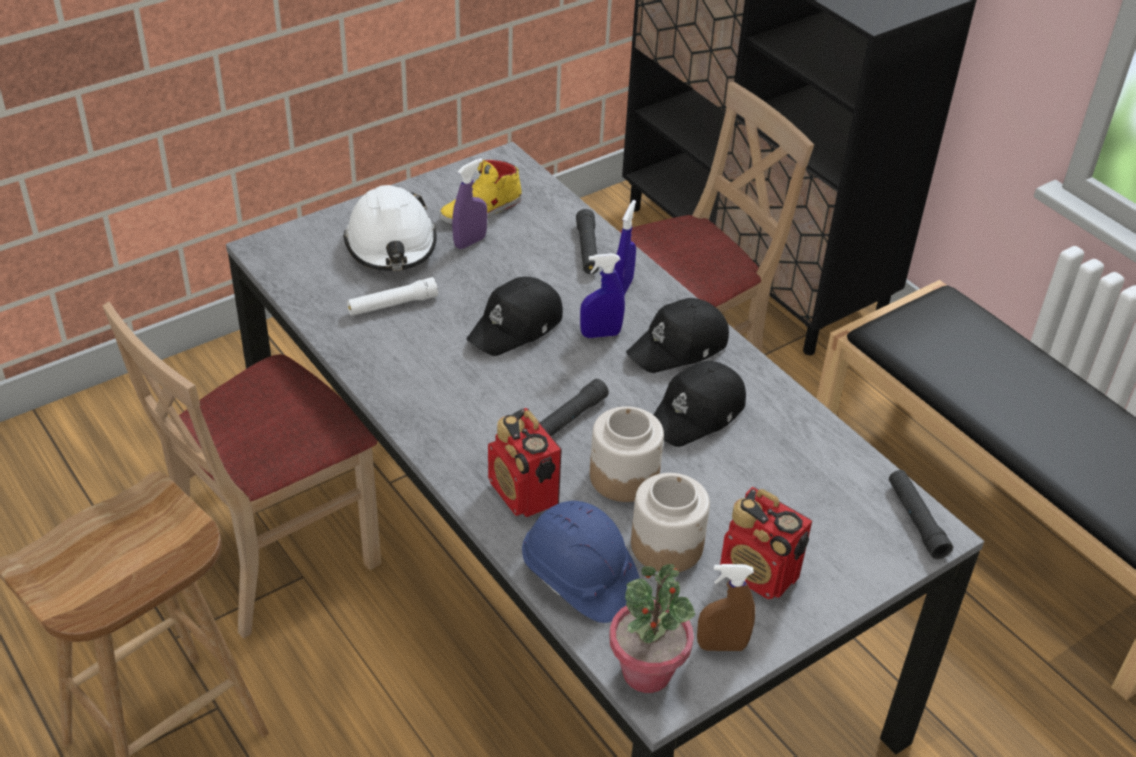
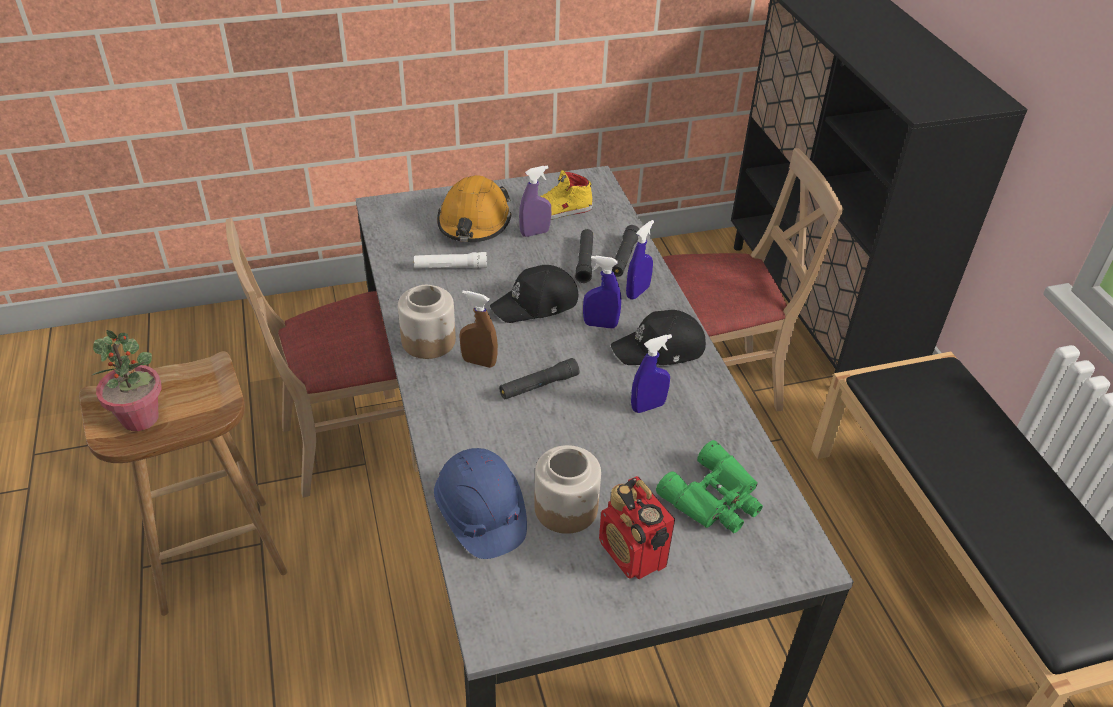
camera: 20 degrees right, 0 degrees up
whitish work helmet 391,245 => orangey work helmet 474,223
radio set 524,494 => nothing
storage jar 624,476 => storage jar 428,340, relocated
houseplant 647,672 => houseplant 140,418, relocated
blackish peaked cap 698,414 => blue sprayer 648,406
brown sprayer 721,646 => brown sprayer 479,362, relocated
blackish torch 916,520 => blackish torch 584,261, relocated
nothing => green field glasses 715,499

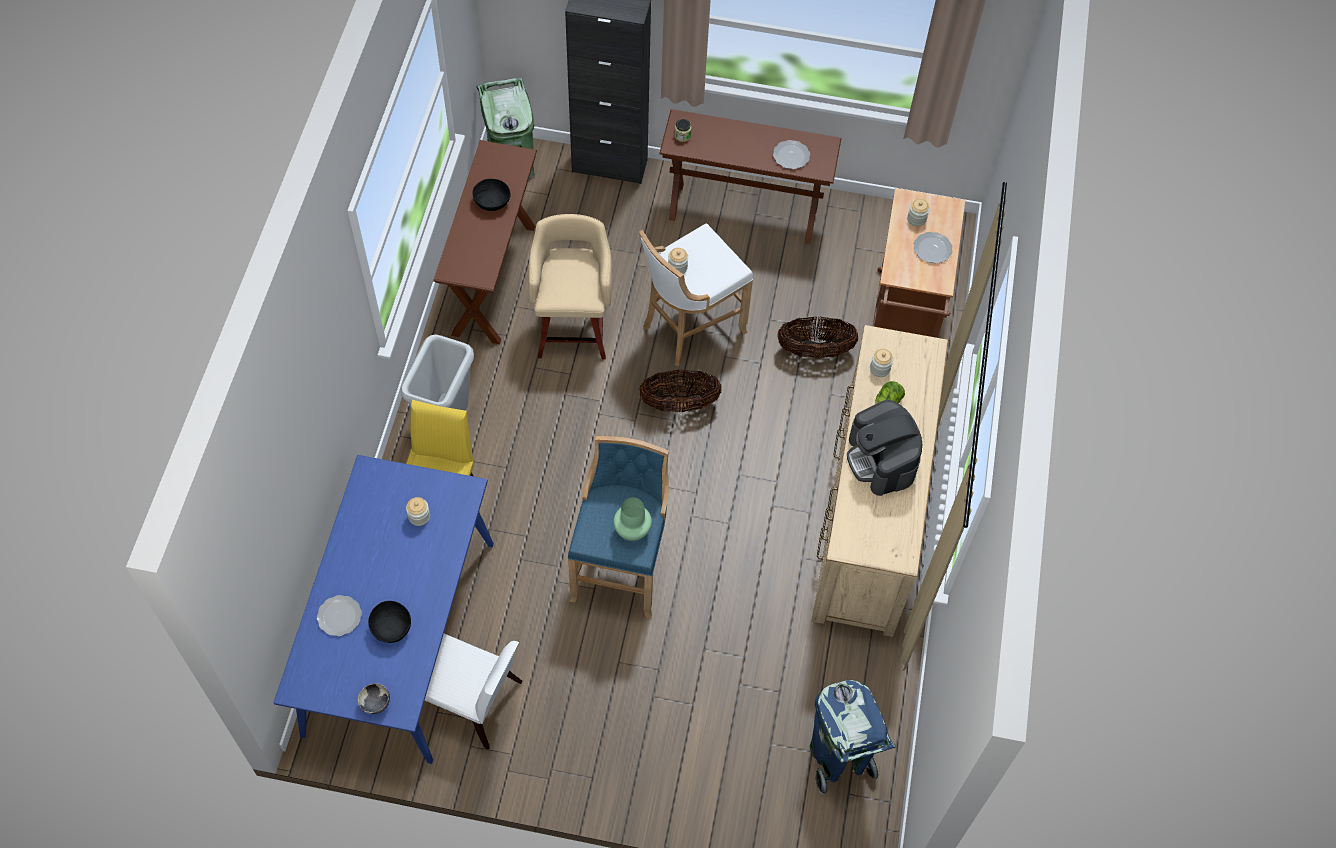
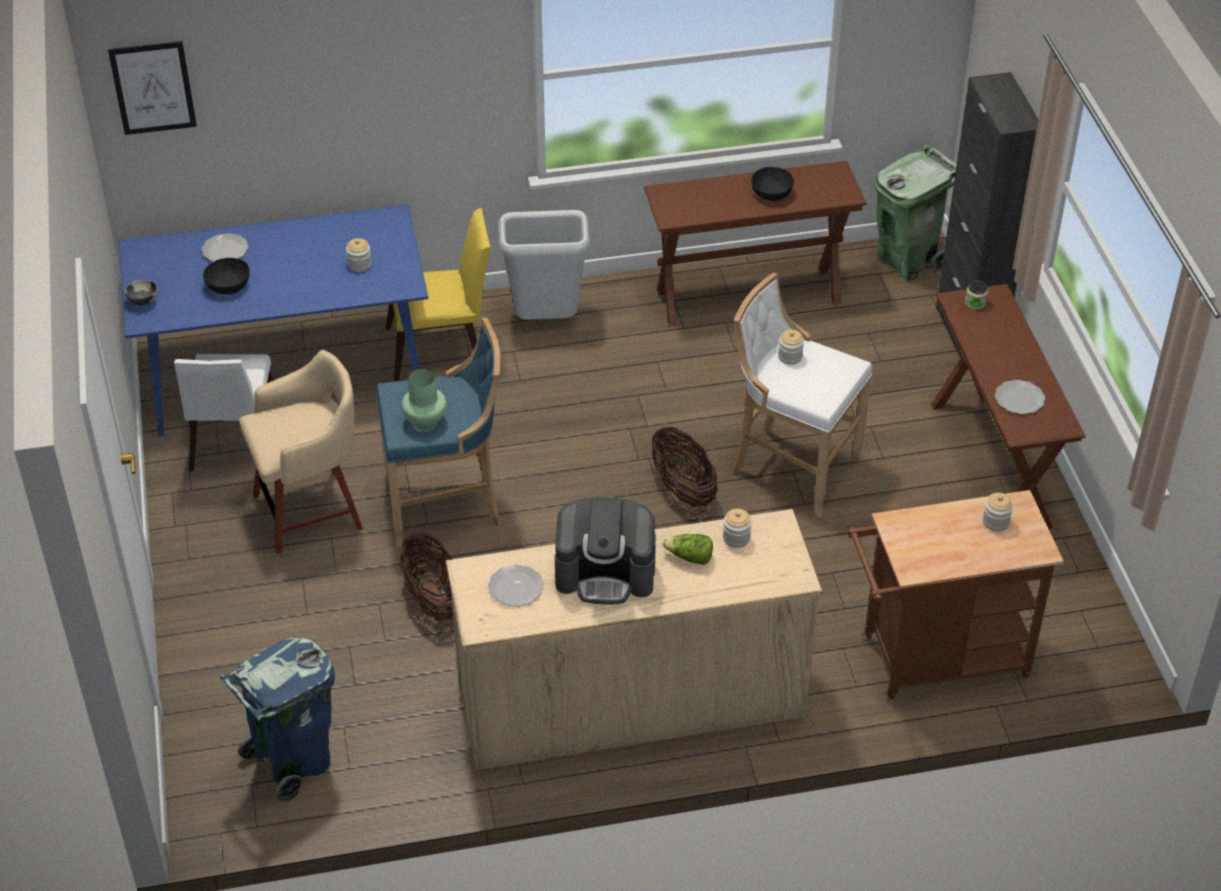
camera: 70 degrees right, 15 degrees down
beige-coloured stool seat 573,327 => beige-coloured stool seat 312,511, relocated
storage basket 814,350 => storage basket 433,598, relocated
coffee maker 881,460 => coffee maker 606,573, 135 degrees counterclockwise
plate 932,248 => plate 516,587, relocated
nothing => wall picture 153,87

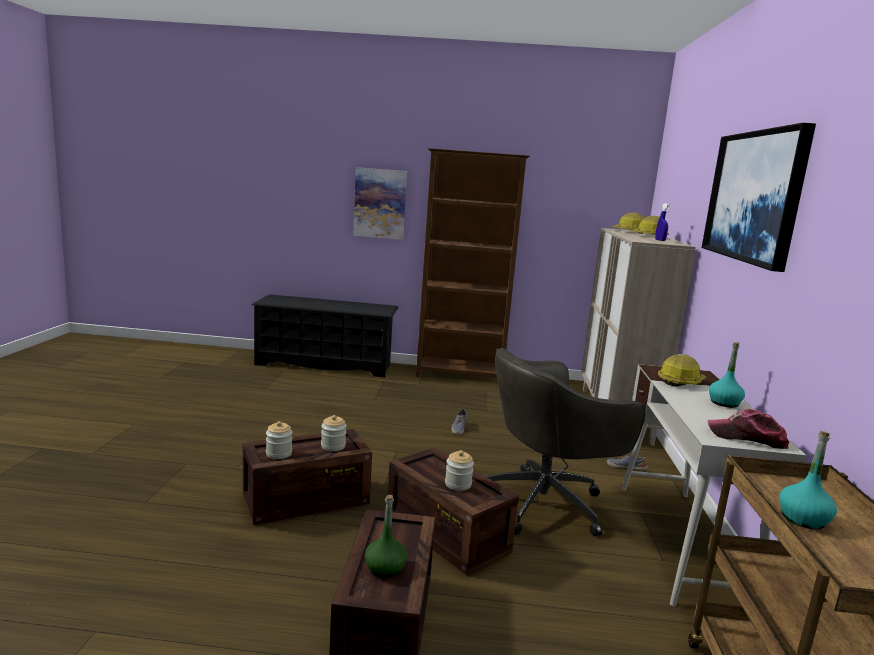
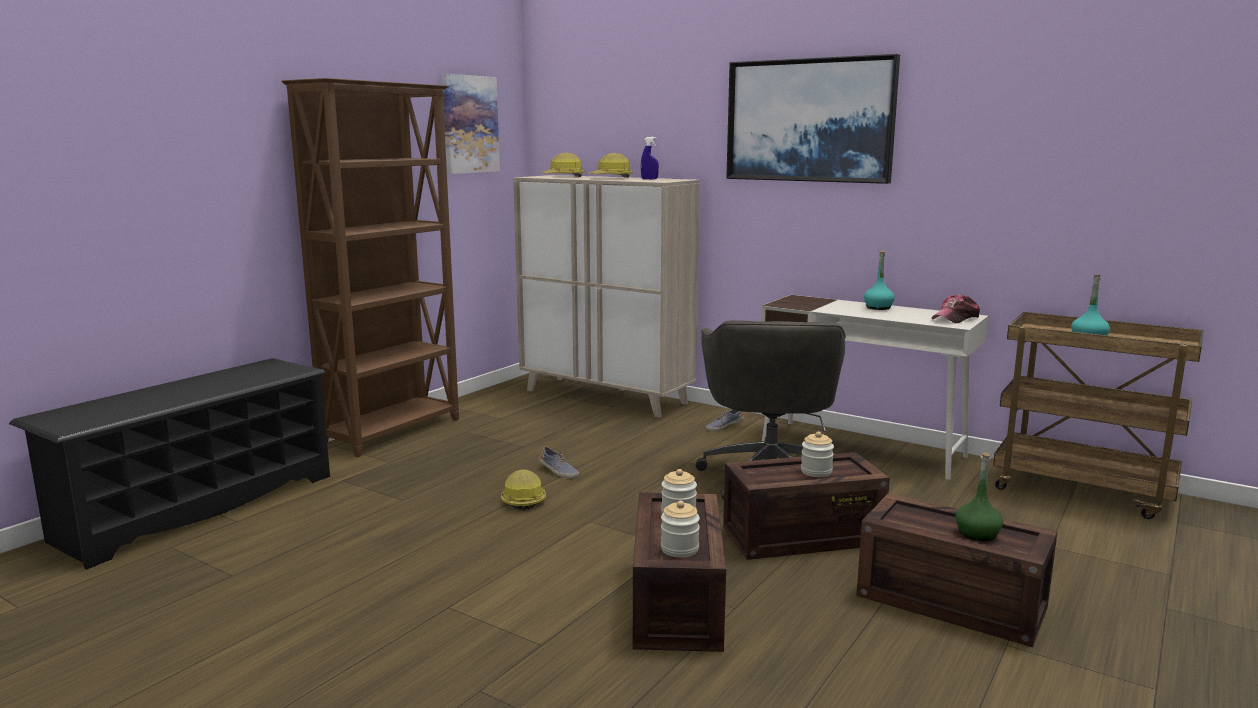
camera: 60 degrees left, 0 degrees up
wall picture 380,203 => wall picture 470,124, relocated
work helmet 680,381 => work helmet 523,500, relocated

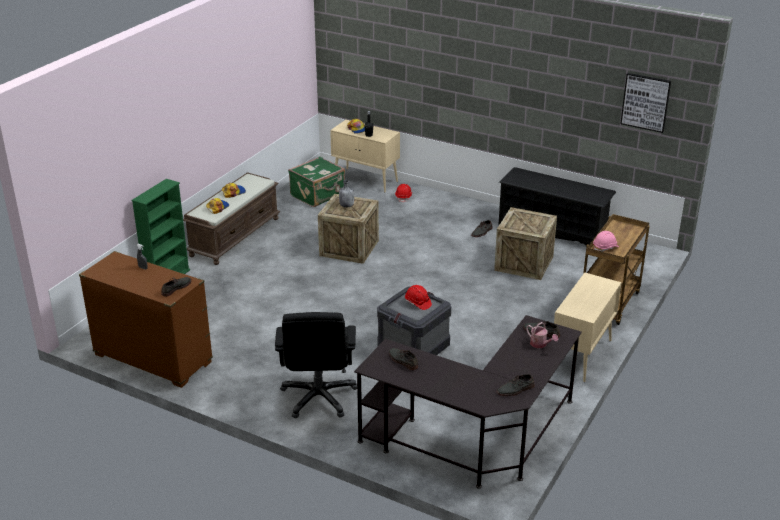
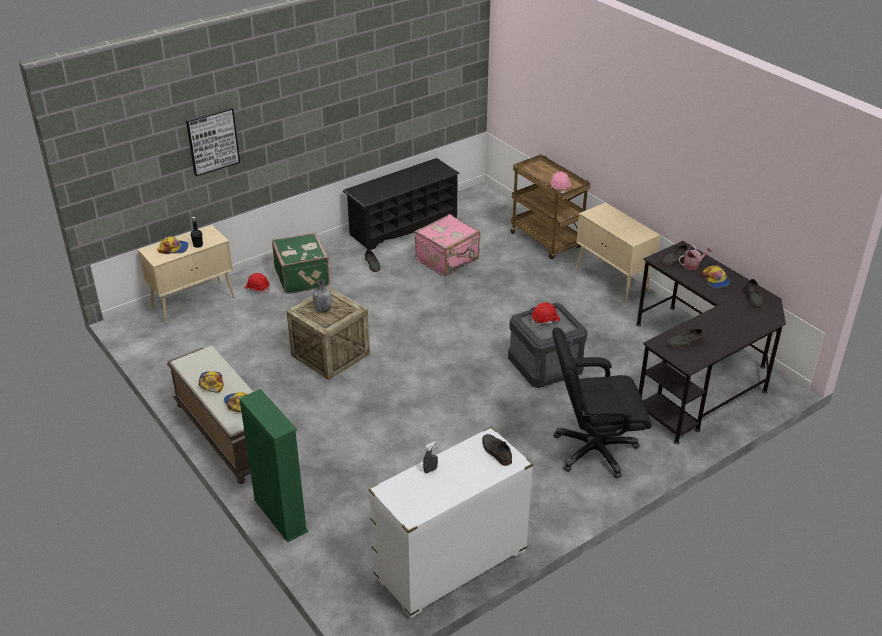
camera: 65 degrees left, 5 degrees up
brown drawer chest 153,359 => whitish drawer chest 450,565
blackish computer chair 319,397 => blackish computer chair 593,450, 150 degrees clockwise
green piece of luggage 318,195 => green piece of luggage 303,277, relocated
packing crate 524,263 => pink-coloured piece of luggage 448,260
wall picture 645,102 => wall picture 212,141, relocated
nothing => peaked cap 715,280

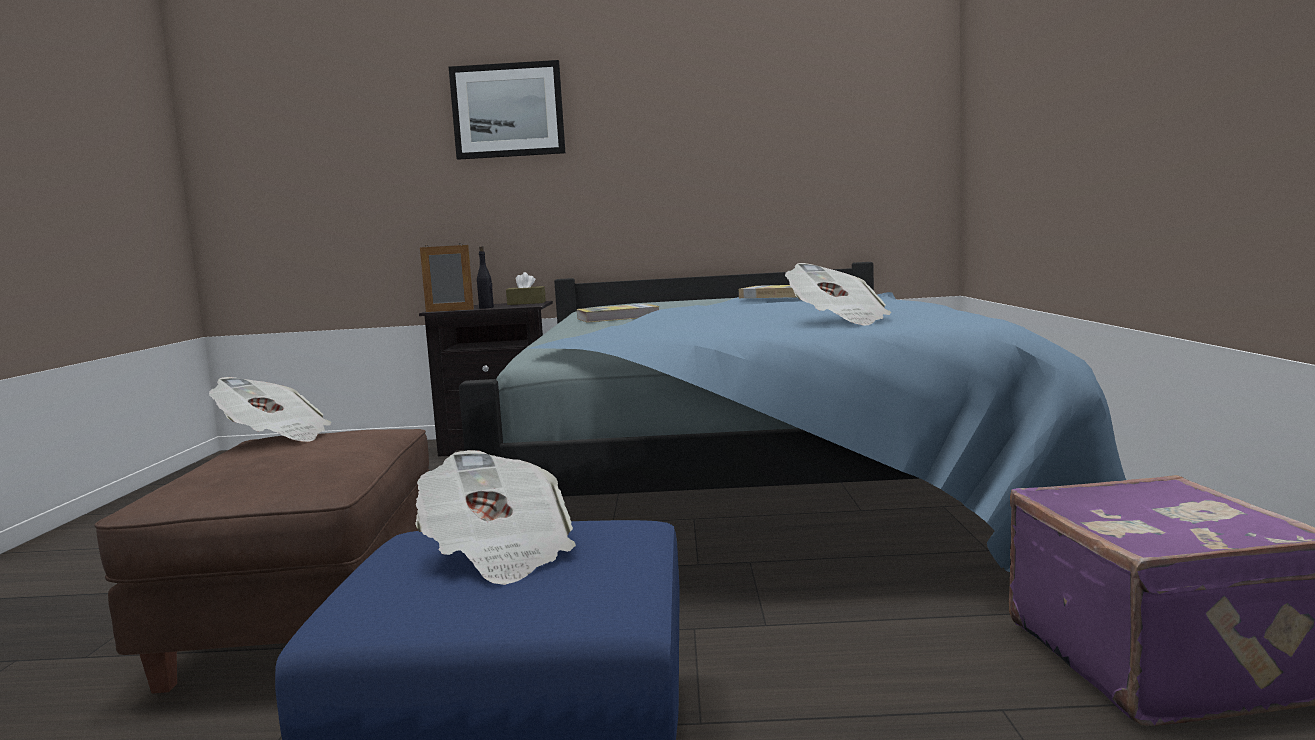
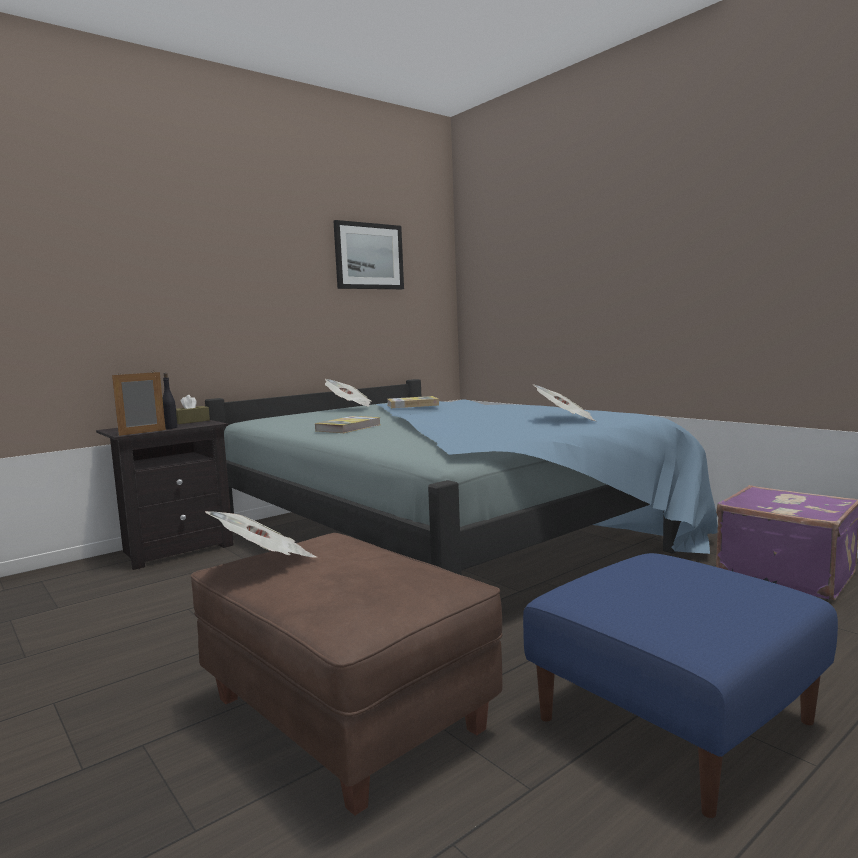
camera: 40 degrees left, 0 degrees up
newspaper 499,555 => newspaper 349,406, relocated
wall picture 508,110 => wall picture 369,256, relocated

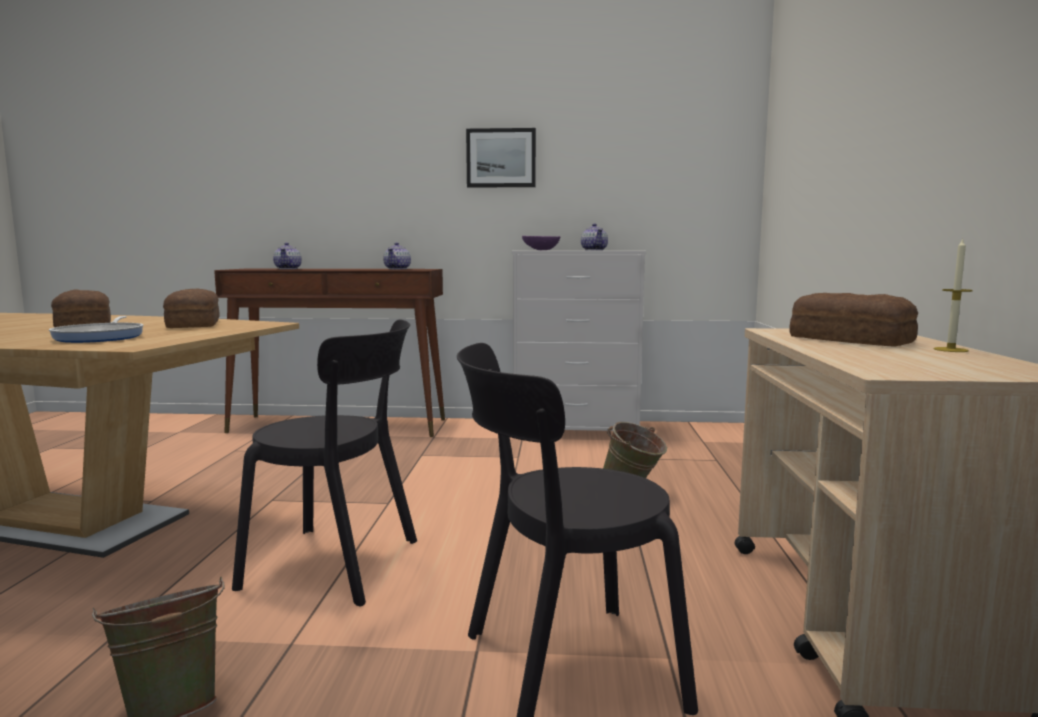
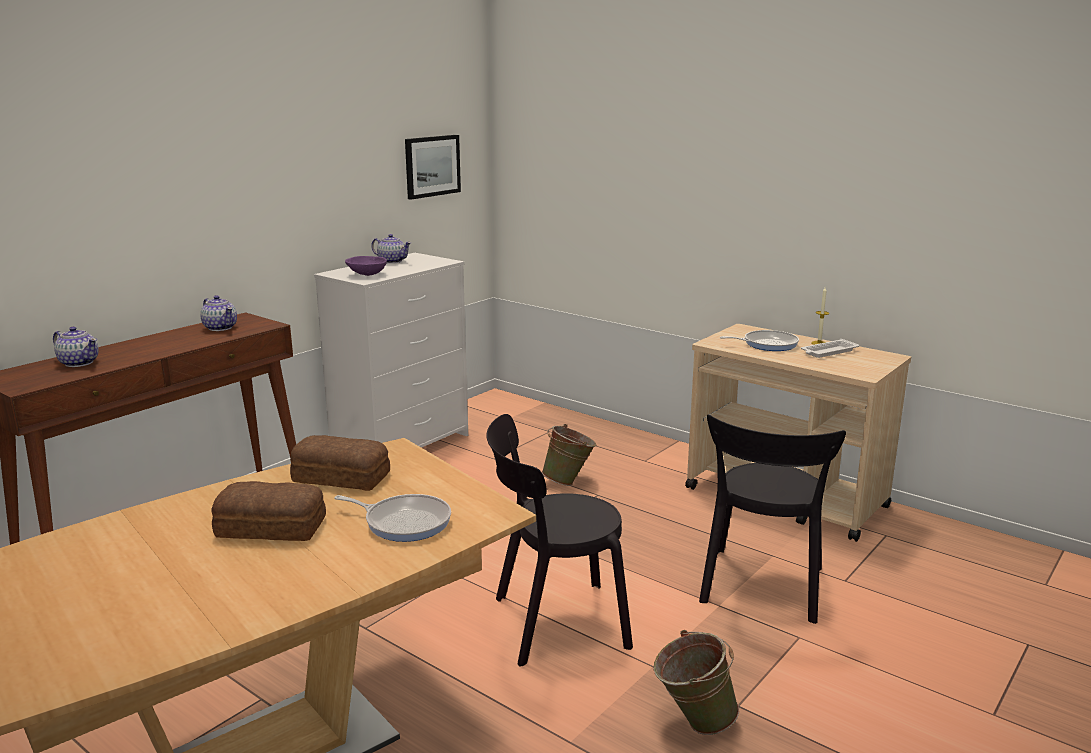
camera: 55 degrees left, 10 degrees up
blackish upright chair 339,565 => blackish upright chair 553,623, 150 degrees counterclockwise
wall picture 501,158 => wall picture 432,166, relocated
baked bread 849,339 => frying pan 767,344
nothing => whitish serving tray 828,352

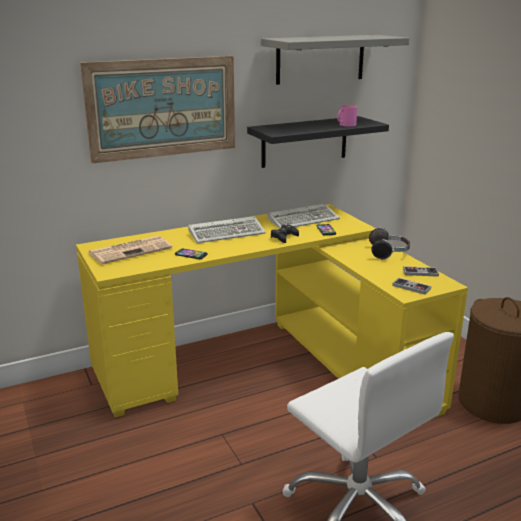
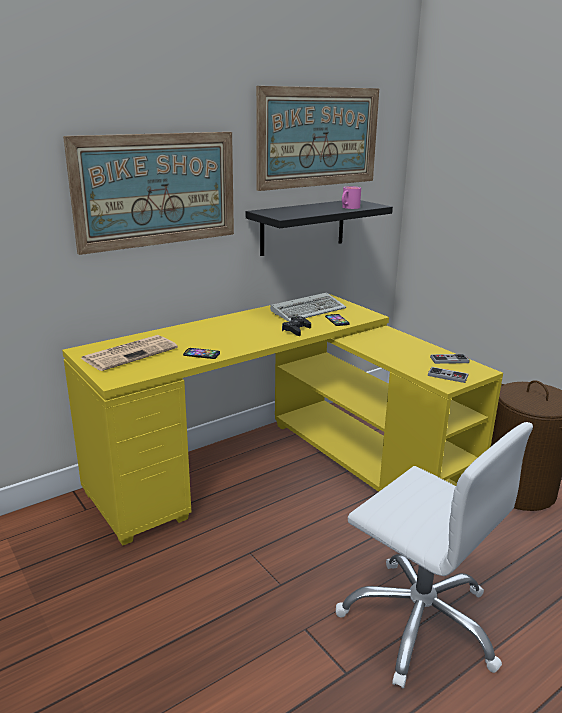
camera: 10 degrees left, 0 degrees up
keyboard 228,233 => nothing
gray shelf 320,59 => wall picture 318,137
pair of headphones 389,253 => nothing

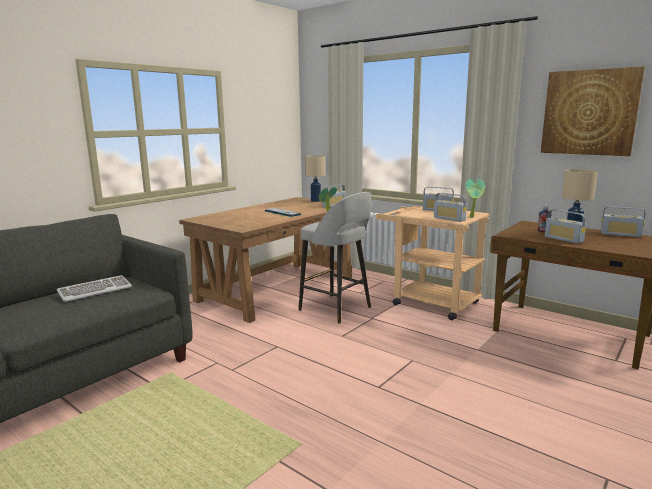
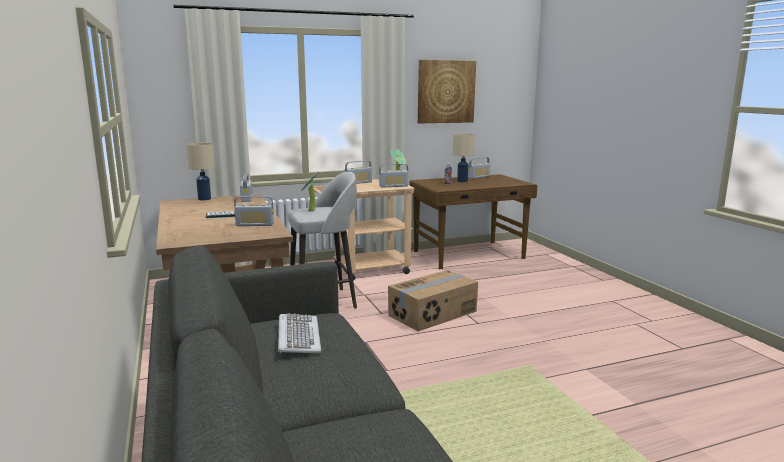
camera: 60 degrees left, 0 degrees up
radio set 563,239 => radio set 255,224, relocated
nothing => packing box 433,313

